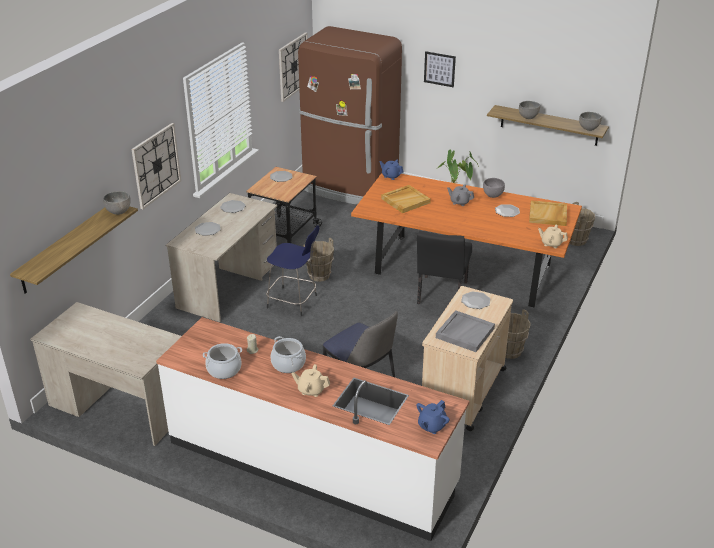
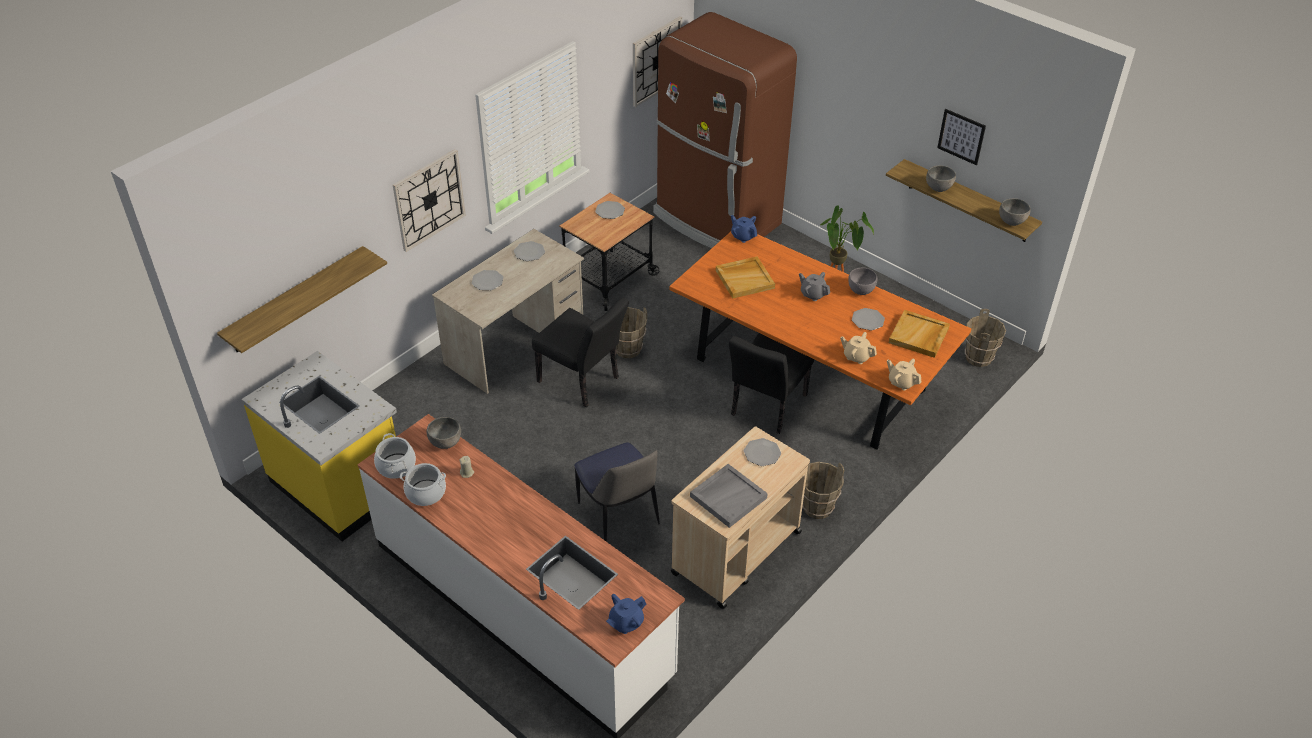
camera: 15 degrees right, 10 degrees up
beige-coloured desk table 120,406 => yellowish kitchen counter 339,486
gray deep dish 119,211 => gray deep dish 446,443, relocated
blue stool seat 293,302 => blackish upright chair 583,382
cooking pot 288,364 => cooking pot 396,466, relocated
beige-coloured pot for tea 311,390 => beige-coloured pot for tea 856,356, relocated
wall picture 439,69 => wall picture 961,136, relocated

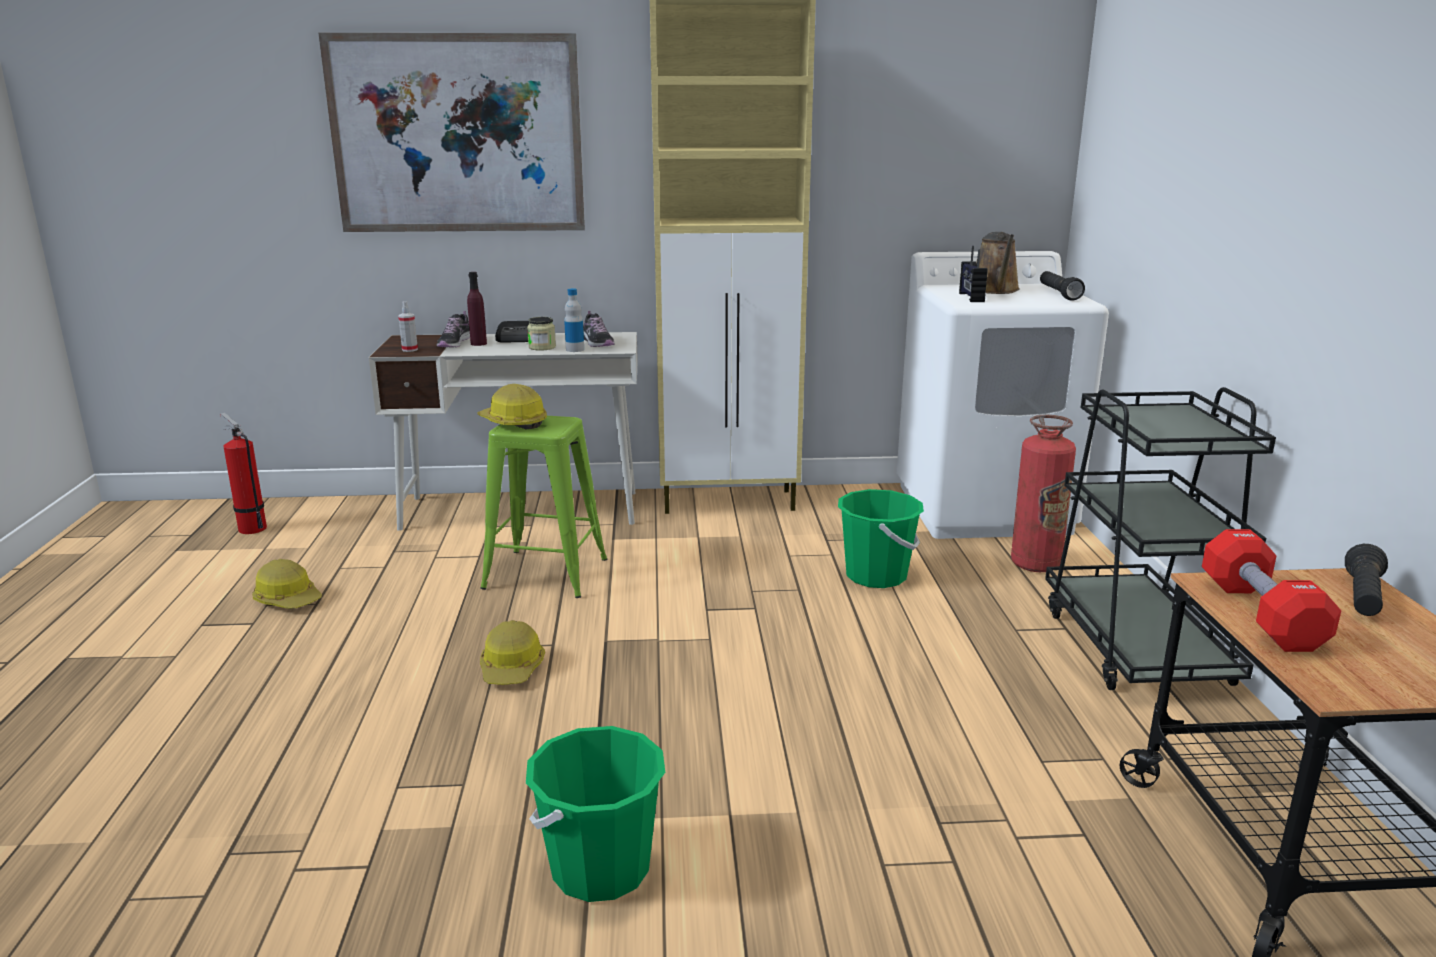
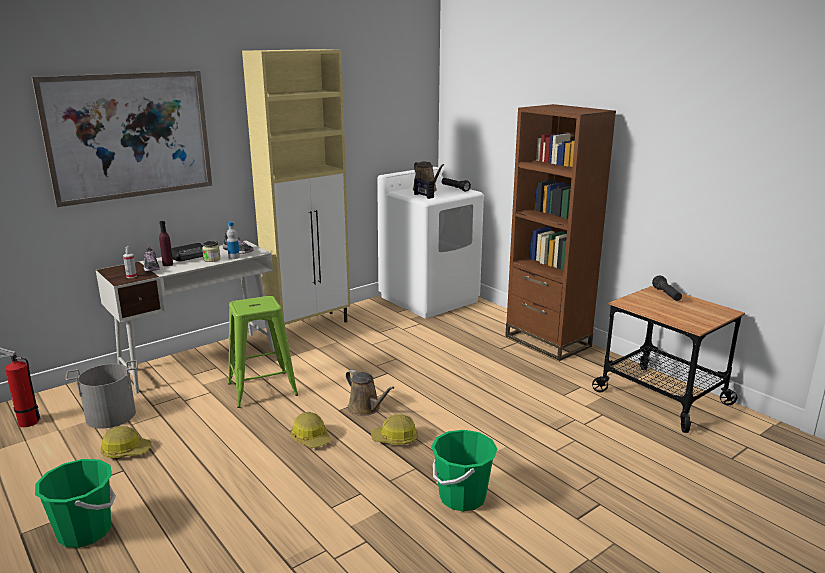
camera: 35 degrees left, 0 degrees up
work helmet 513,423 => work helmet 395,439, relocated
green bucket 876,576 => green bucket 85,531, relocated
fire-fighting cylinder 1035,564 => nothing
blackish wheeled cart 1135,646 => brown bookshelf 547,341
reddish hand weight 1260,614 => nothing
nothing => gray bucket 111,415
nothing => brown sprinkling can 366,408

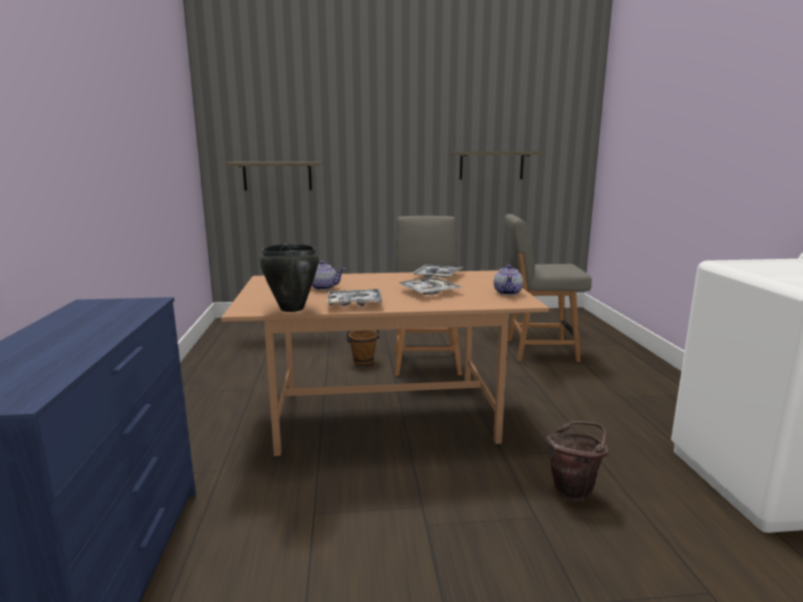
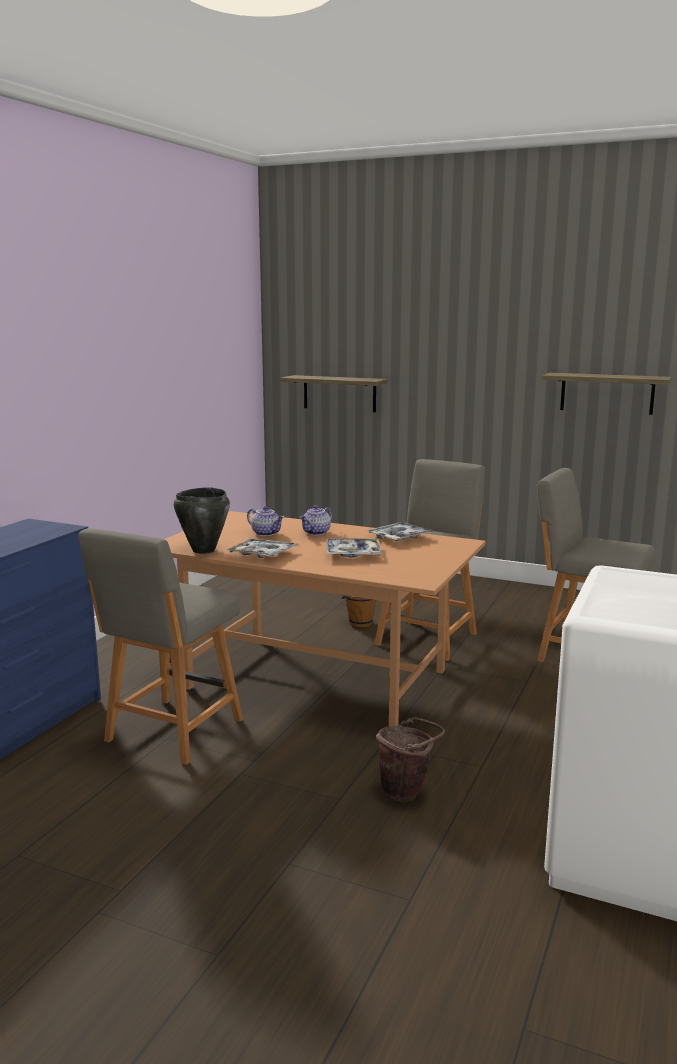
camera: 30 degrees right, 0 degrees up
pot for tea 508,293 => pot for tea 316,533, relocated
nothing => gray upright chair 171,732

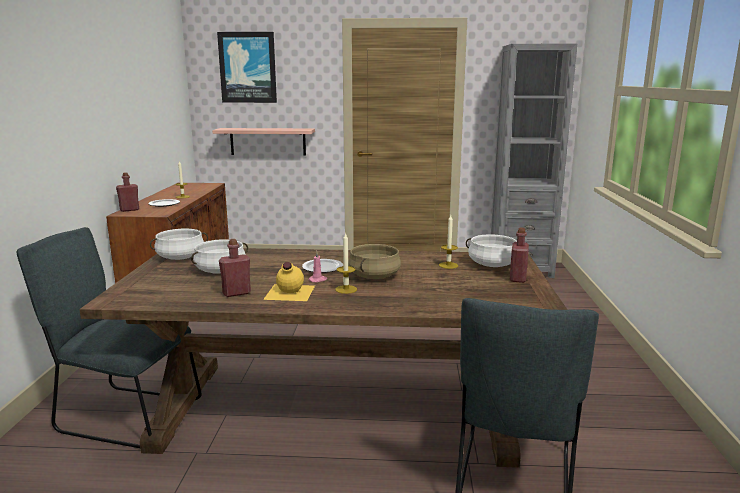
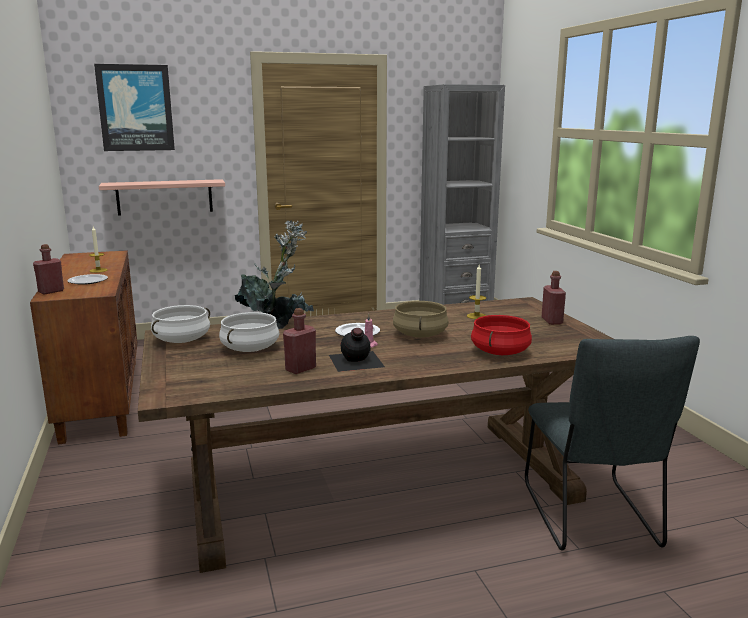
camera: 20 degrees left, 0 degrees up
gray upright chair 124,415 => nothing
yellowish drink bottle 289,292 => blackish drink bottle 355,361
wax candle 346,289 => nothing
whitish cooking pot 492,265 => nothing
nothing => houseplant 278,325
nothing => reddish cooking pot 499,352

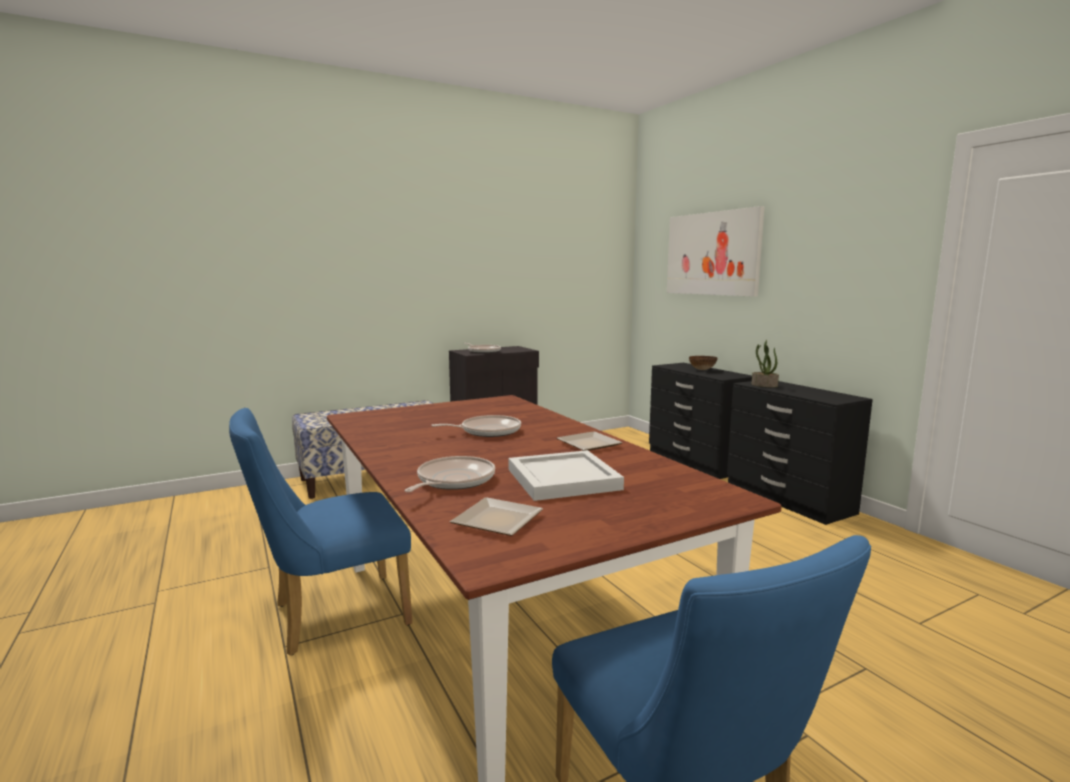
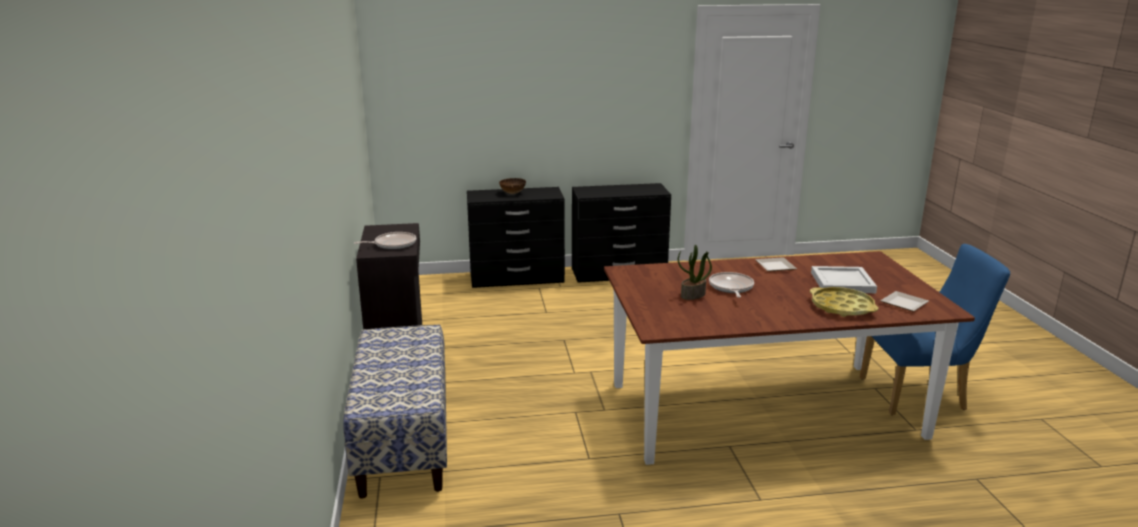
camera: 70 degrees left, 10 degrees up
blue upright chair 330,616 => nothing
frying pan 453,480 => yellowish serving tray 842,307
wall picture 712,254 => nothing
houseplant 764,385 => houseplant 693,295, relocated

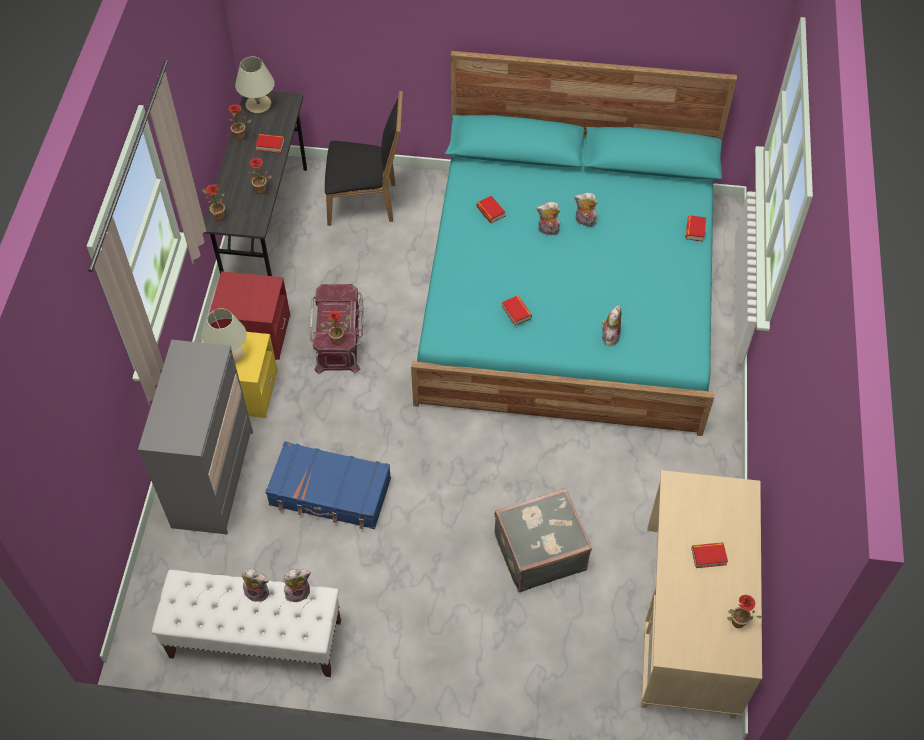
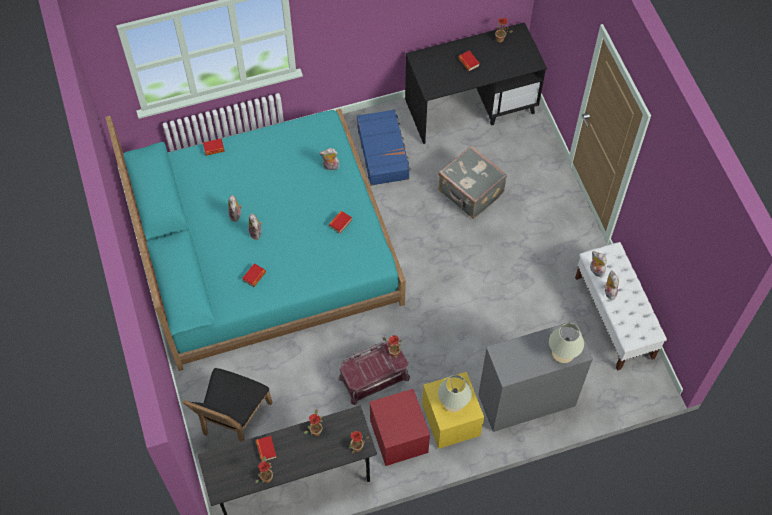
camera: 115 degrees left, 5 degrees up
beige-coloured lamp for a table 258,104 => beige-coloured lamp for a table 562,353, relocated
blue piece of luggage 330,493 => blue piece of luggage 383,152, relocated
blackish upright chair 366,201 => blackish upright chair 233,421, 135 degrees counterclockwise
beige-coloured desk table 690,622 => blackish desk table 471,106

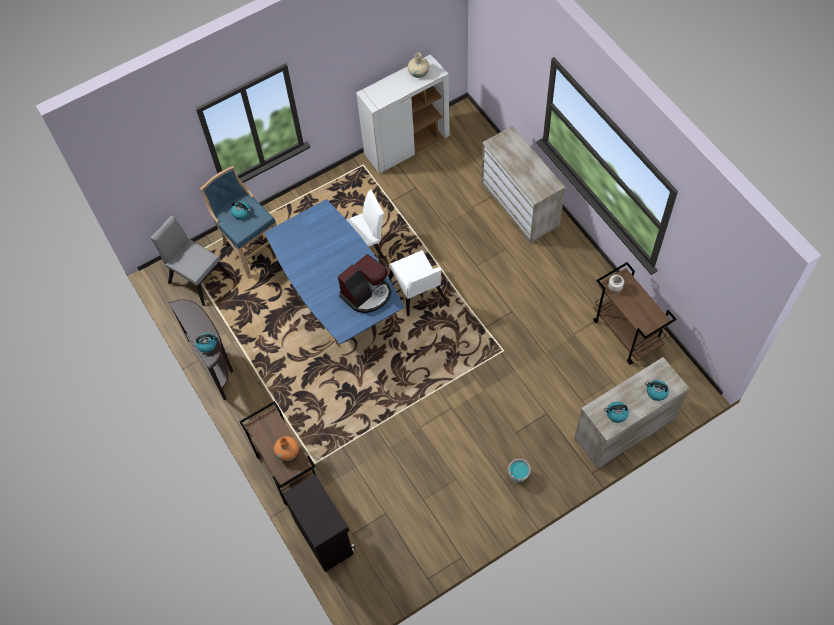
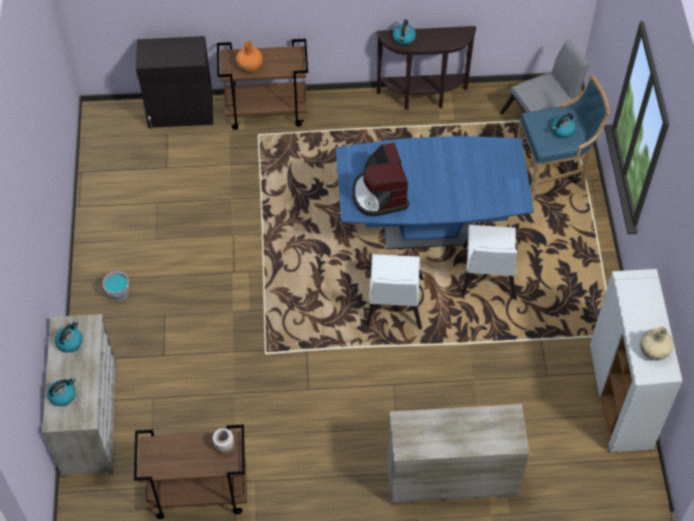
camera: 115 degrees right, 5 degrees down
whitish upright chair 417,293 => whitish upright chair 393,306, 90 degrees counterclockwise

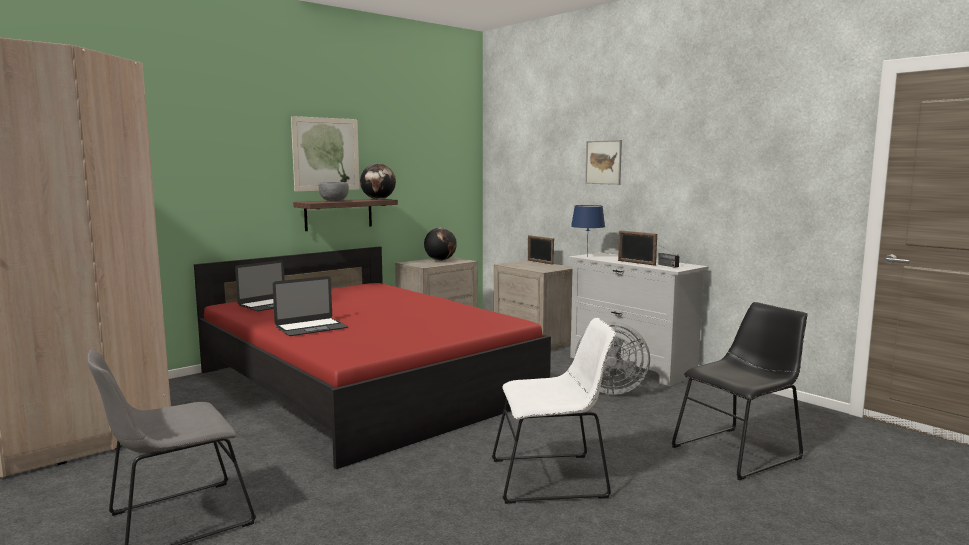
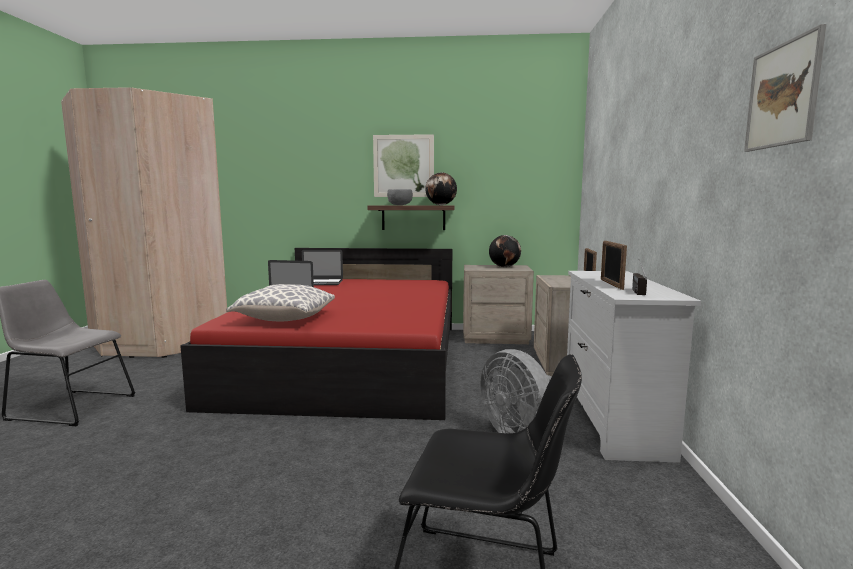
camera: 45 degrees right, 0 degrees up
whitish upright chair 554,478 => nothing
blue lamp for a table 586,256 => nothing
wall picture 603,162 => wall picture 782,95, relocated
nothing => pillow 284,319

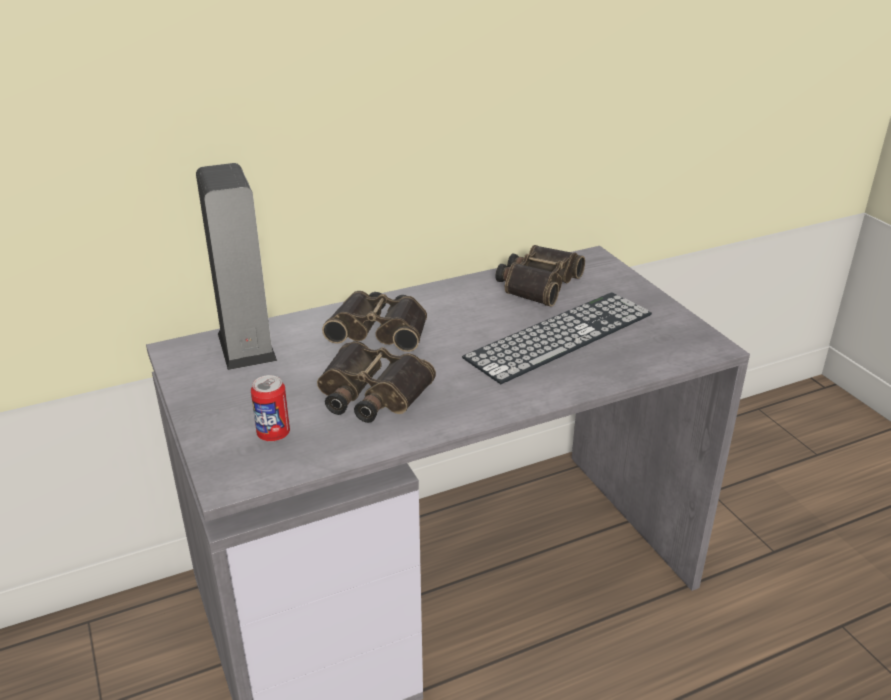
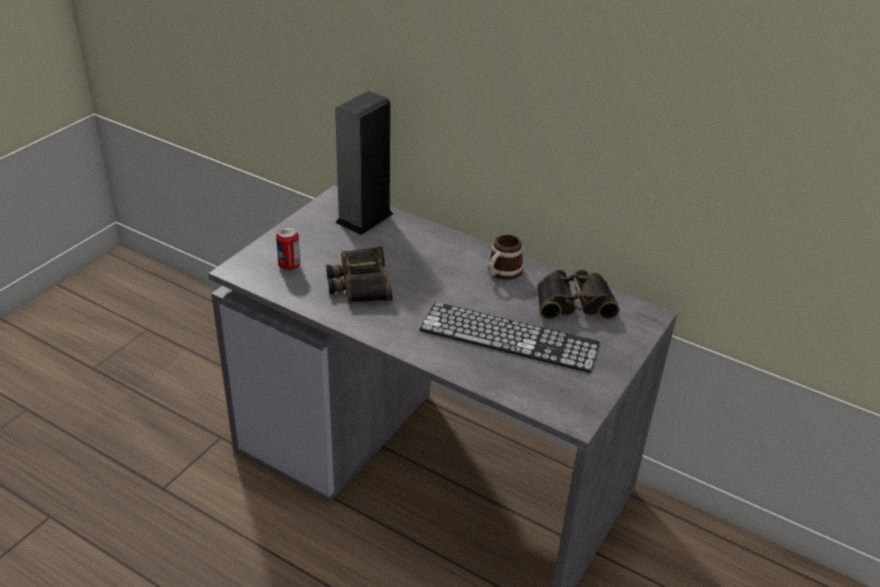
camera: 55 degrees right, 5 degrees up
field glasses 380,329 => nothing
nothing => coffee mug 501,273

